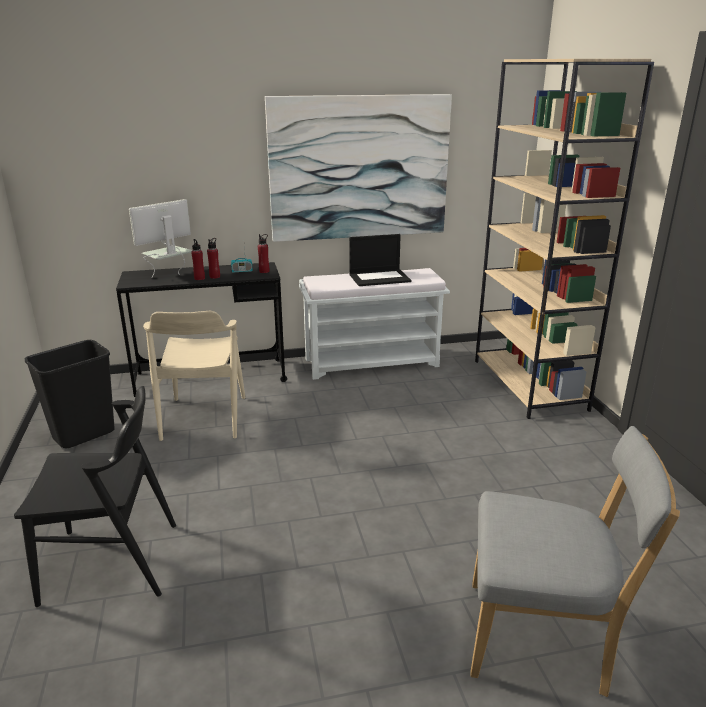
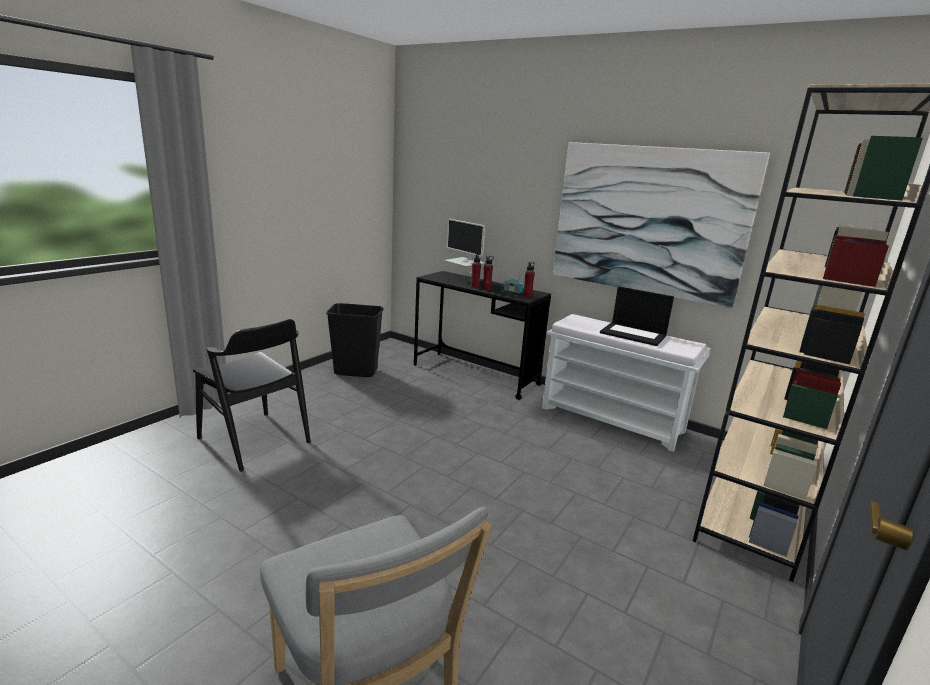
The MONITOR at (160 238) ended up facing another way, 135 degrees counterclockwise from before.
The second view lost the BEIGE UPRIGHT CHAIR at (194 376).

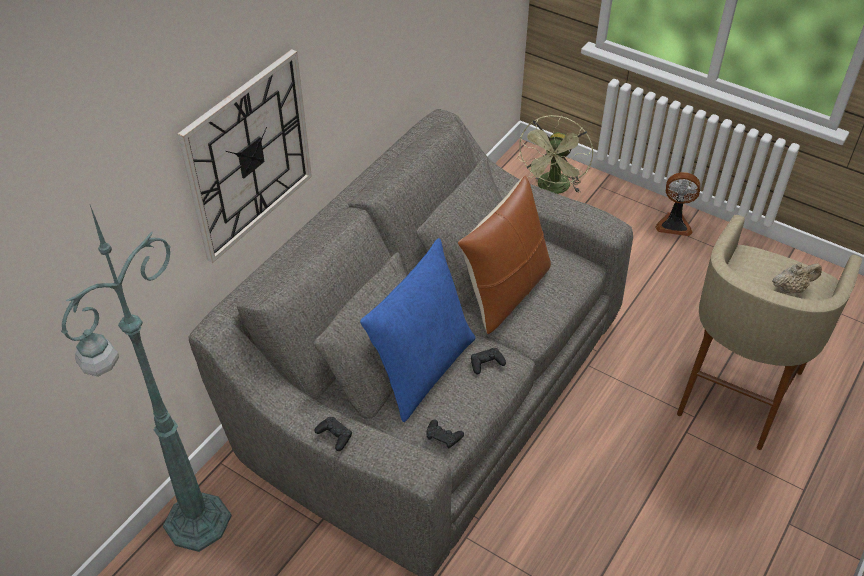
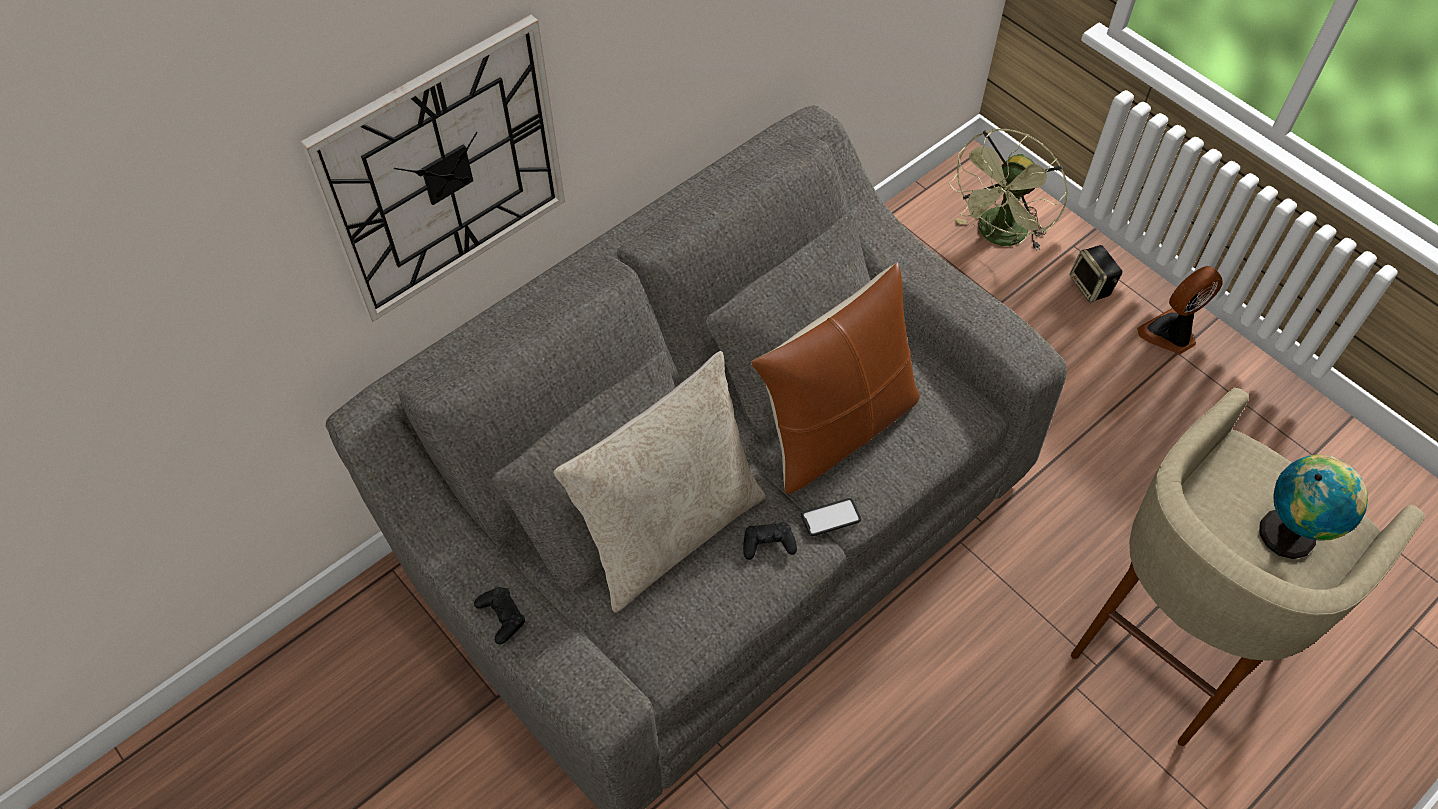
What was the BLUE-COLOURED CUSHION at (418 330) turned into the BEIGE CUSHION at (660 482).
The second view gained the HANDSET at (831 517).
The second view gained the SPEAKER at (1096 274).
The COOLING FAN at (677 204) ended up facing another way, 120 degrees clockwise from before.
Where the BEIGE TEA POT stood at (797 278), the WORLD GLOBE came to stand at (1313 507).
The second view lost the GREEN-COLOURED FLOOR LAMP at (146 378).
The second view lost the BLACK-COLOURED GAMEPAD at (445 433).

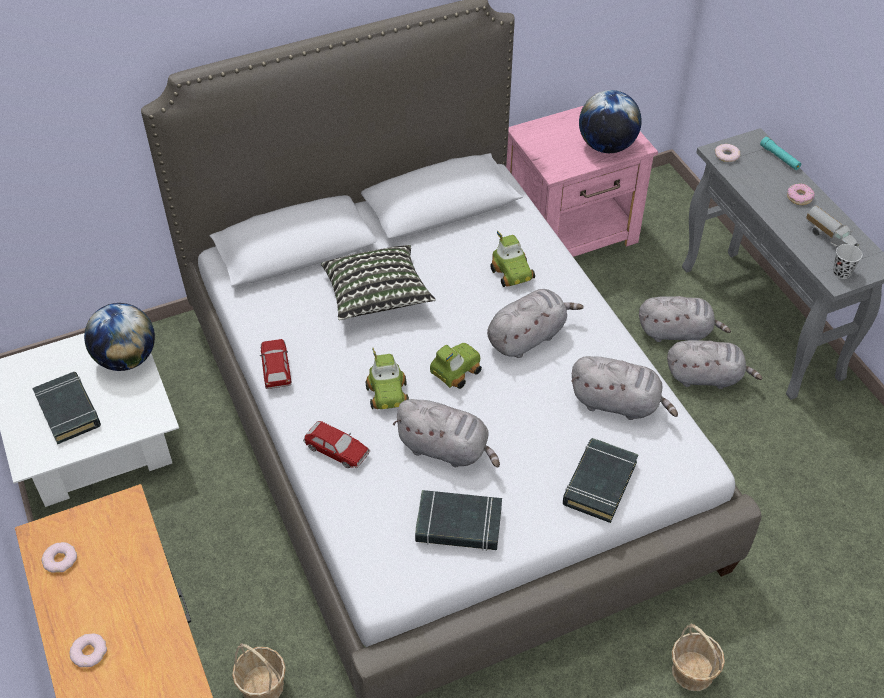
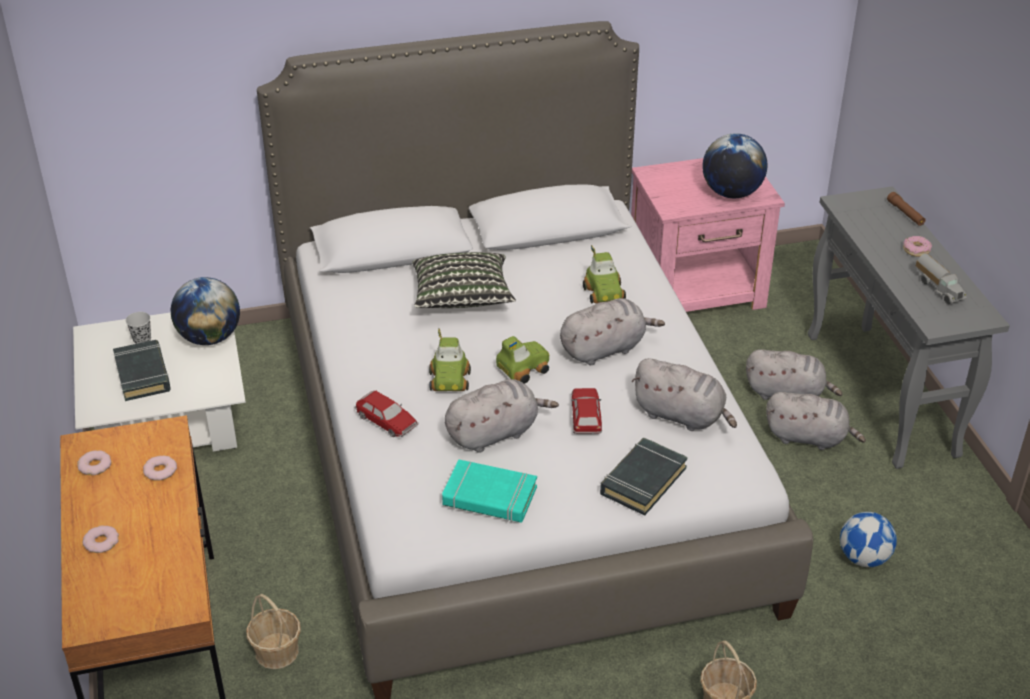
The BLACK-COLOURED SMALL CUP ended up elsewhere, having gone from (847 261) to (138 328).
The RING DOUGHNUT ended up elsewhere, having gone from (727 153) to (160 468).
What was the BLACK-COLOURED BOUND BOOK at (458 520) turned into the TURQUOISE BOUND BOOK at (489 491).
The GRAY CUDDLY TOY at (446 433) ended up facing another way, 60 degrees counterclockwise from before.
The MODEL CAR ended up elsewhere, having gone from (276 364) to (586 411).
The second view gained the FOOTBALL at (868 539).
What was the TURQUOISE TORCH at (780 153) turned into the BROWN TORCH at (906 209).

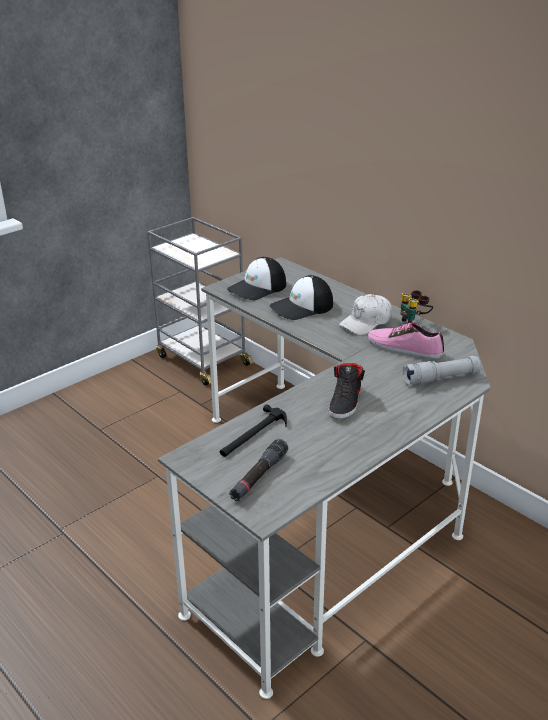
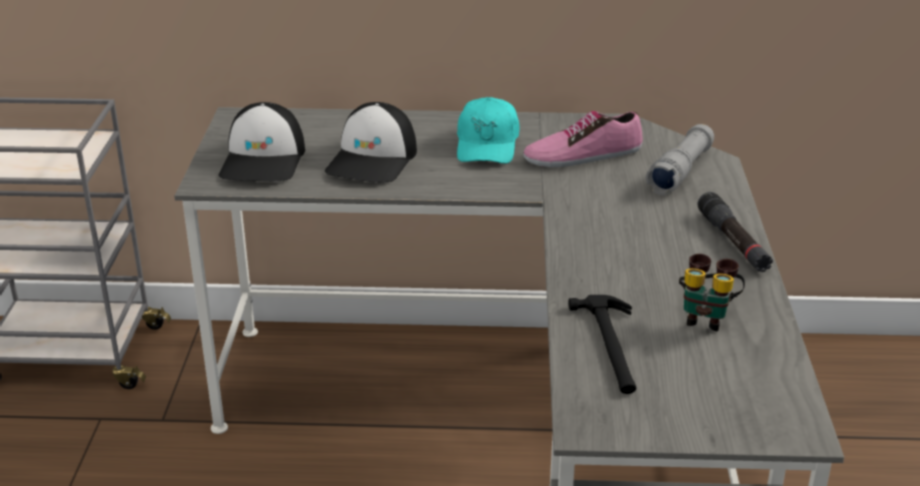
What was the WHITISH CAP at (365 314) turned into the TURQUOISE CAP at (488 130).
The FIELD GLASSES ended up elsewhere, having gone from (416 306) to (712 292).
The BLACK-COLOURED TORCH ended up elsewhere, having gone from (258 470) to (735 232).
The second view lost the BLACK-COLOURED SHOE at (347 391).

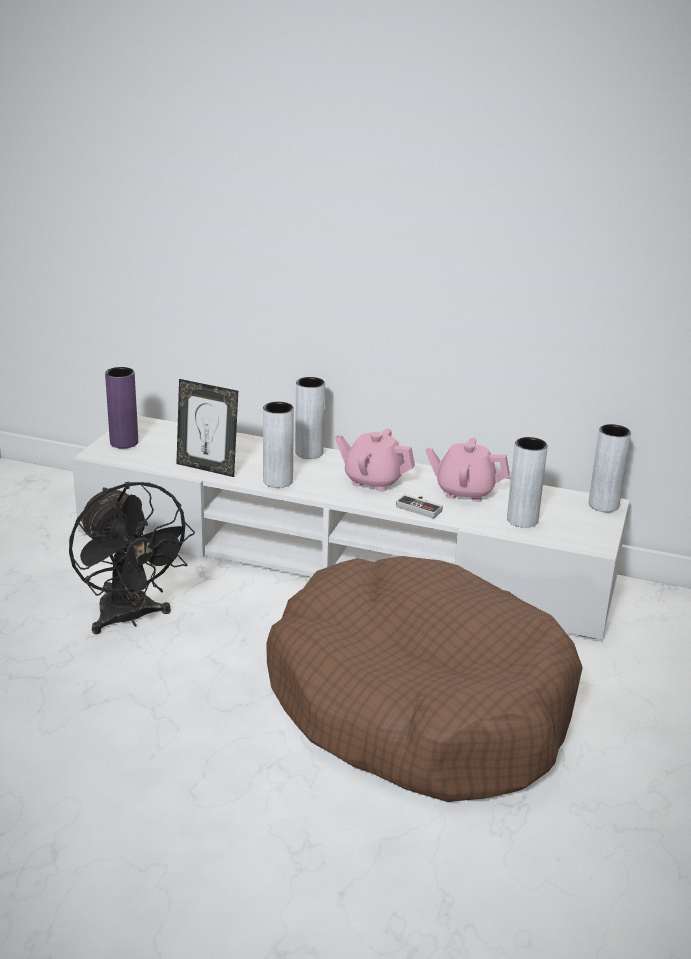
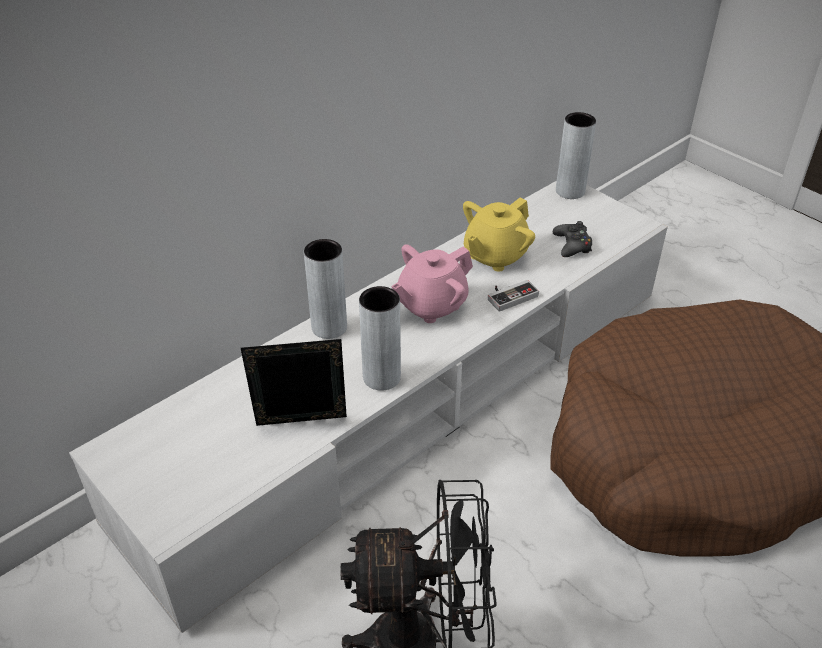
The PICTURE FRAME at (207 428) ended up facing another way, 150 degrees counterclockwise from before.
What was the PINKISH TEA POT at (467 470) turned into the YELLOW-COLOURED TEA POT at (499 234).
Where the GRAY FLOWER VASE stood at (527 482), the BLACK-COLOURED GAMEPAD came to stand at (572 239).
The second view lost the PURPLE FLOWER VASE at (121 408).

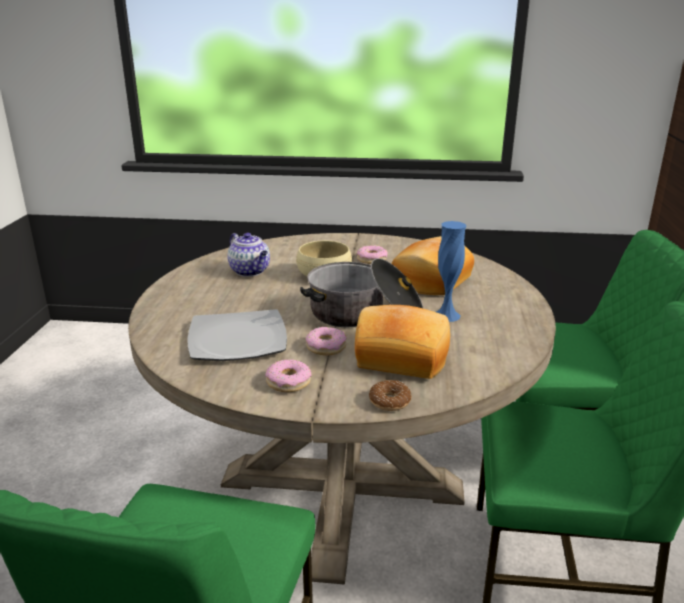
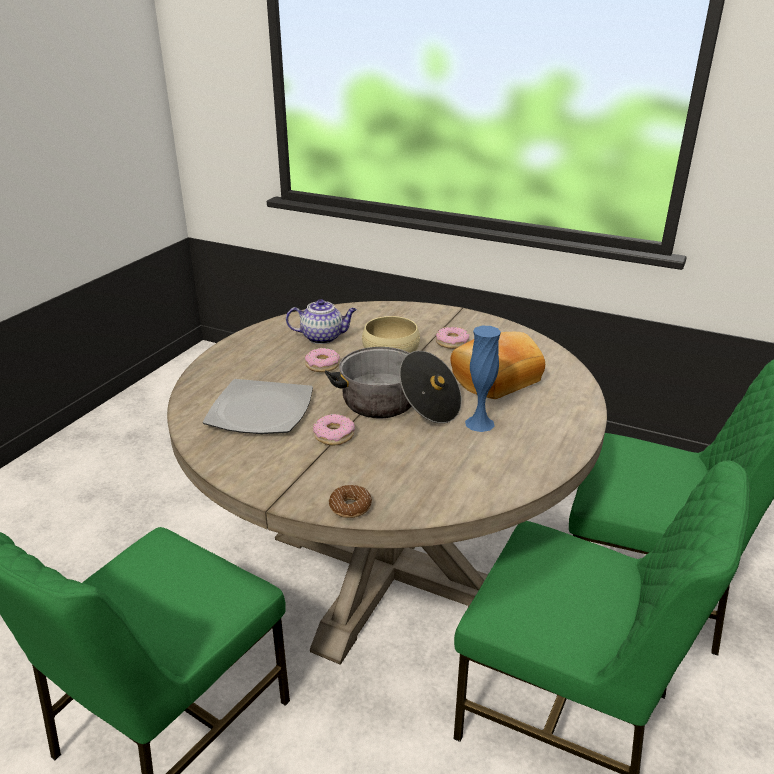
The TEA POT at (248 254) ended up facing another way, 75 degrees counterclockwise from before.
The RING DOUGHNUT ended up elsewhere, having gone from (288 375) to (322 360).
The second view lost the BAKED BREAD at (402 342).

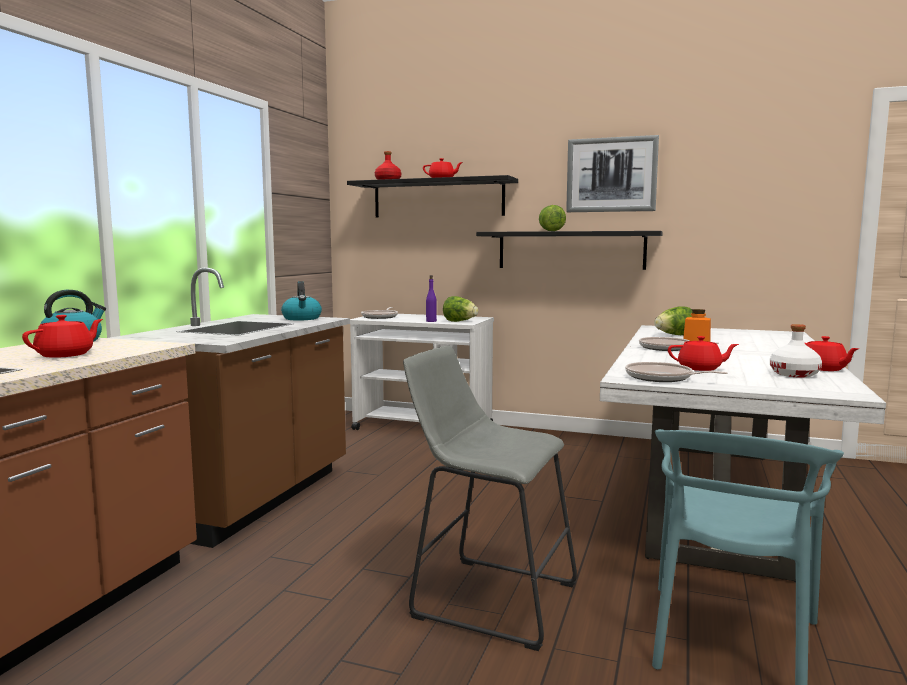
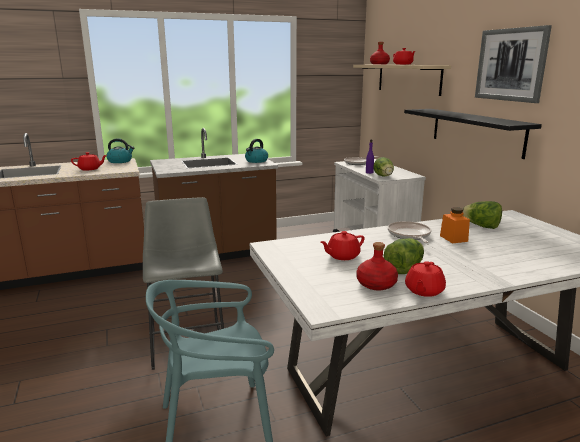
The REDDISH TEA POT at (703 353) ended up facing another way, 90 degrees clockwise from before.
What was the BLACK-COLOURED BRACKET SHELF at (432 196) turned into the BEIGE BRACKET SHELF at (402 80).
What was the WHITISH BOTTLE at (796 351) turned into the REDDISH BOTTLE at (377 266).
The HEAD OF LETTUCE ended up elsewhere, having gone from (552 218) to (403 256).
The second view lost the FRYING PAN at (676 372).

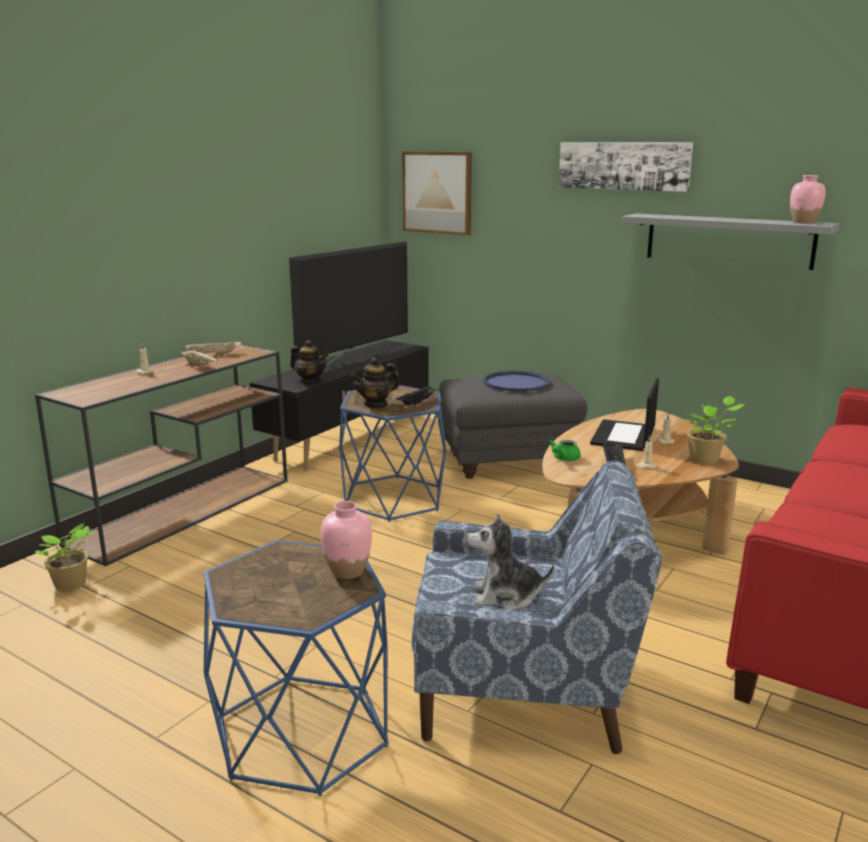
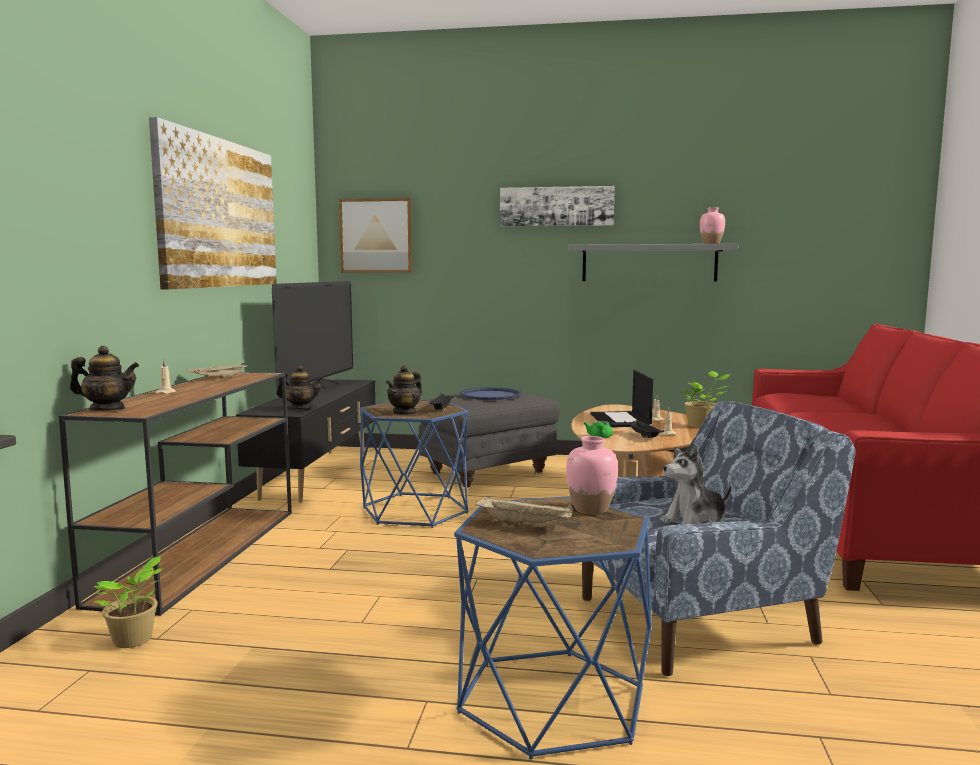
The second view gained the TEA POT at (104 378).
The second view gained the PICTURE at (213 203).
The BEIGE CARRYING TRAY ended up elsewhere, having gone from (199 358) to (524 511).

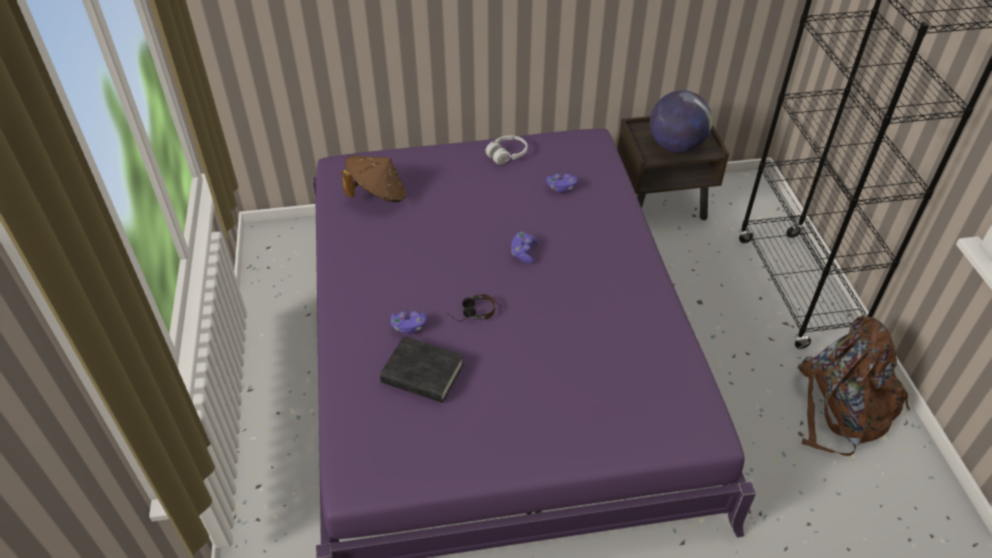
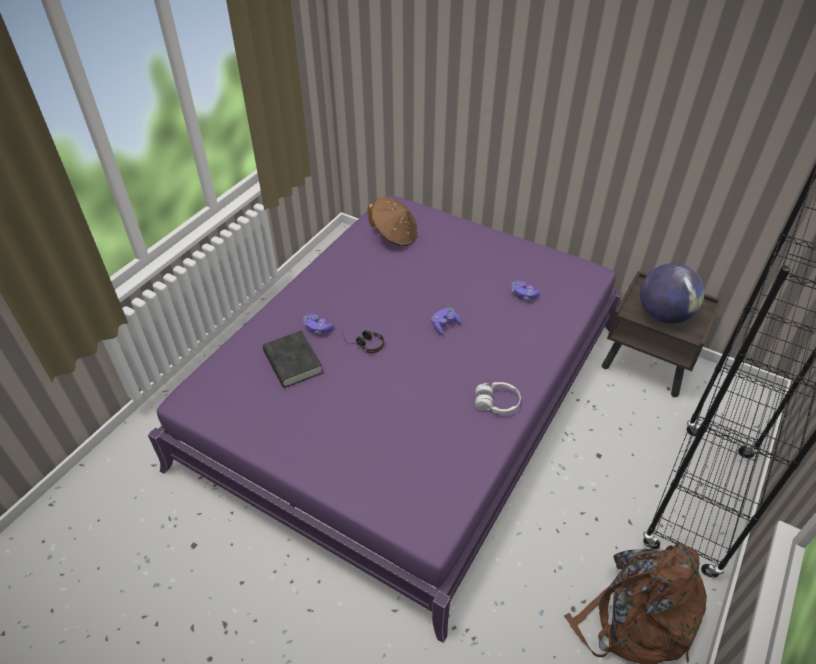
The WHITISH HEADPHONES ended up elsewhere, having gone from (506 150) to (498 398).

